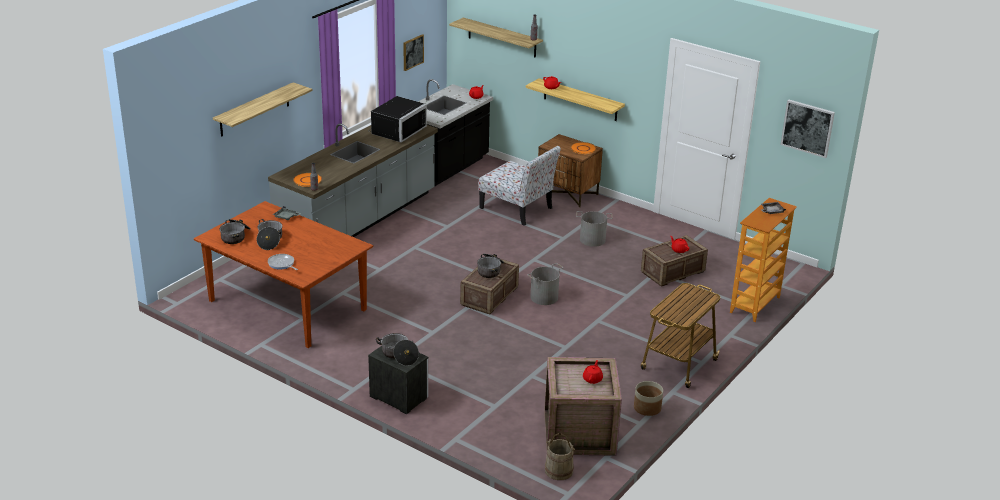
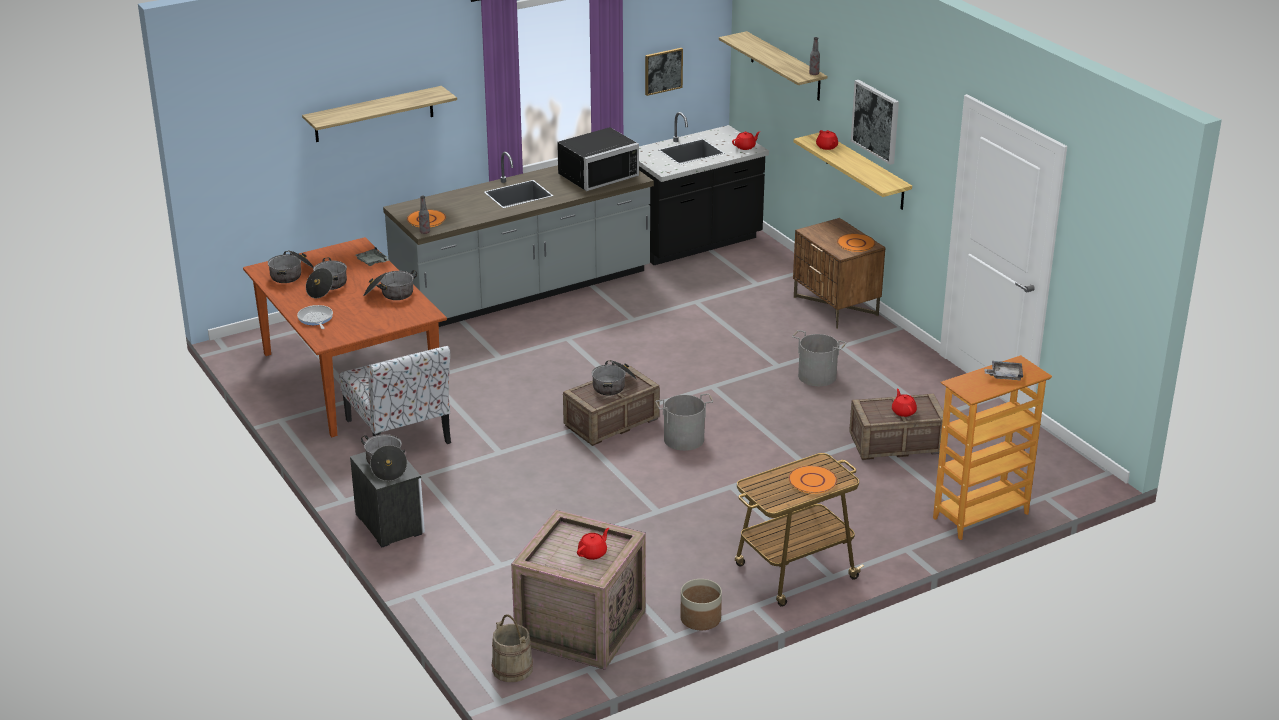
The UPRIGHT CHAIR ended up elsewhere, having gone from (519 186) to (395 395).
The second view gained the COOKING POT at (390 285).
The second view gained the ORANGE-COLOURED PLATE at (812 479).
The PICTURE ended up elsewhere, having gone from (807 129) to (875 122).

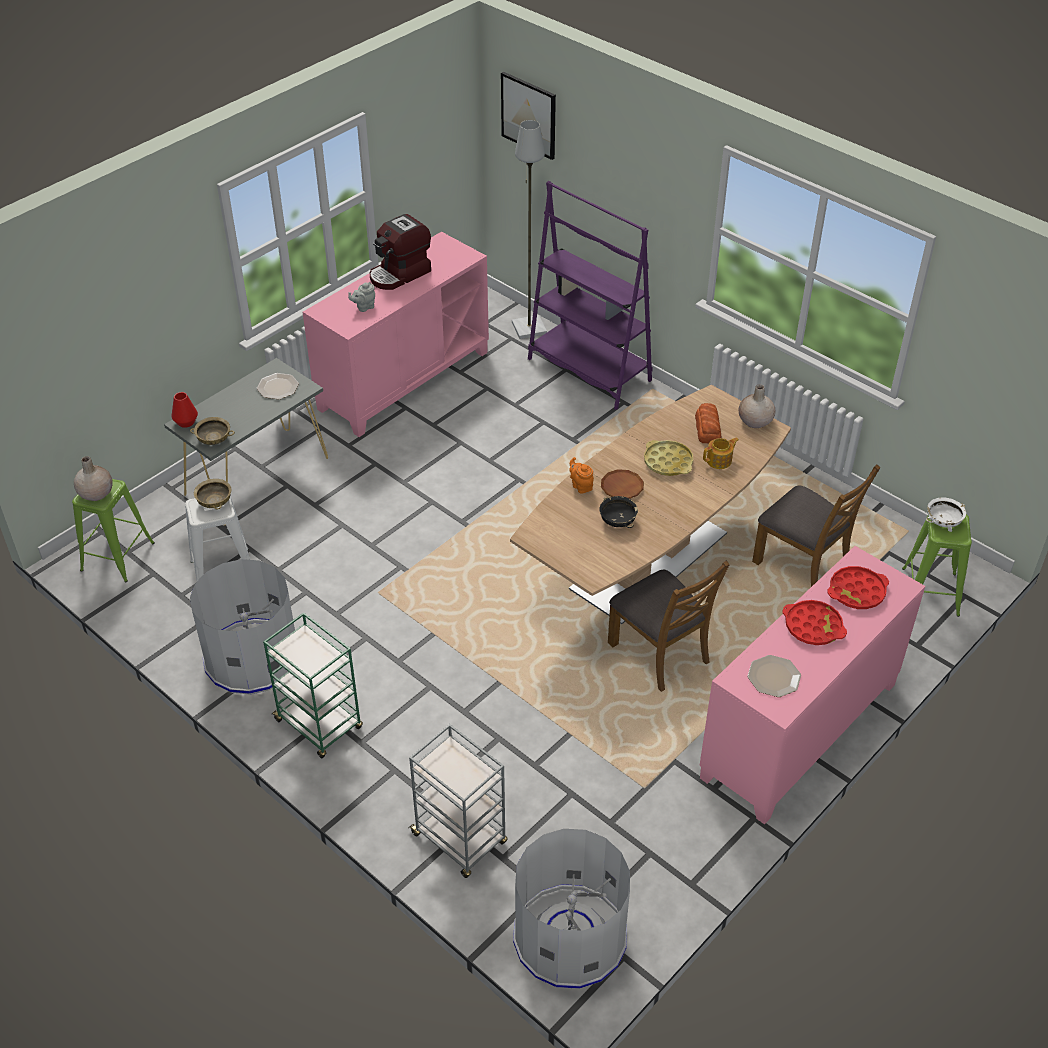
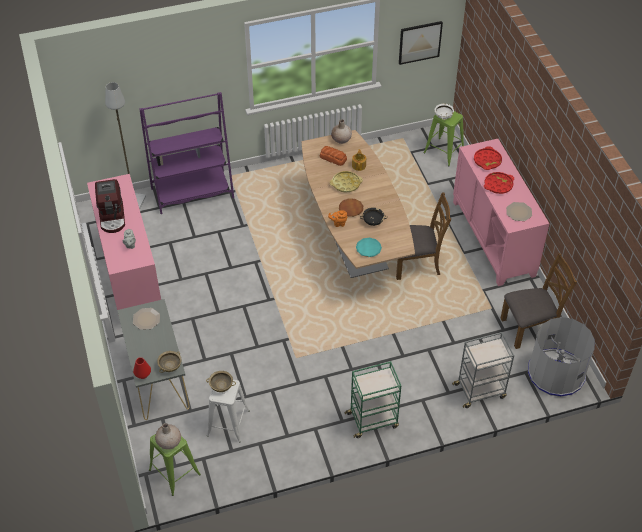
The second view gained the TURQUOISE PLATE at (369 247).
The PICTURE ended up elsewhere, having gone from (528 116) to (421 43).
The BROWN UPRIGHT CHAIR ended up elsewhere, having gone from (816 525) to (539 301).
The second view lost the GRAY TRASH CAN at (242 627).

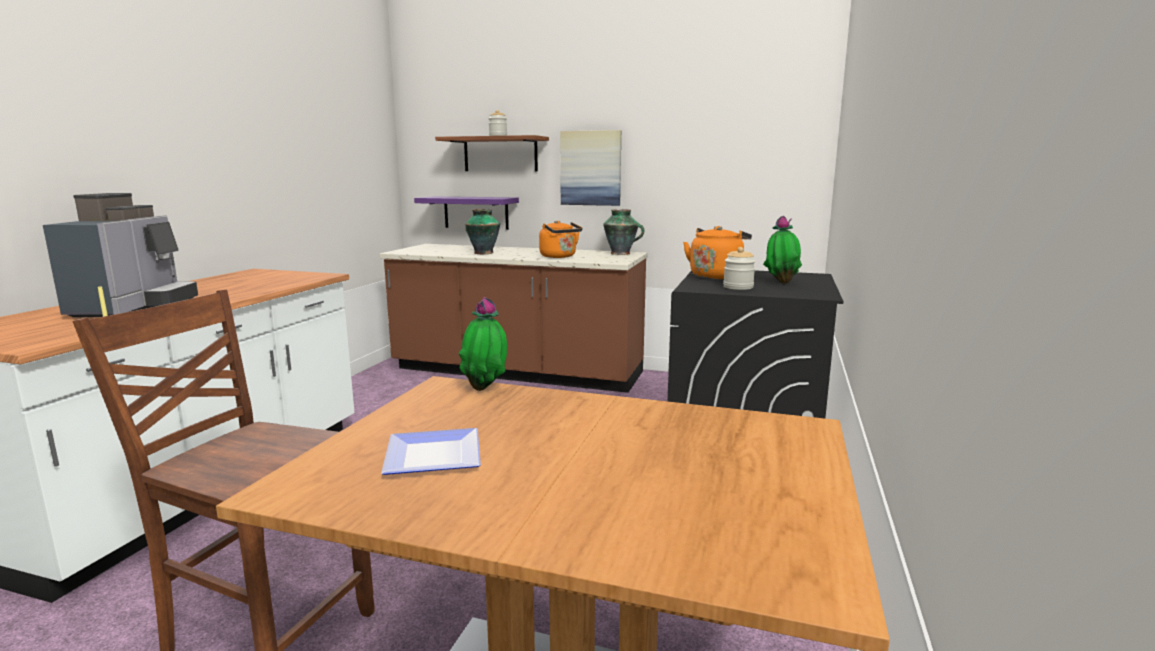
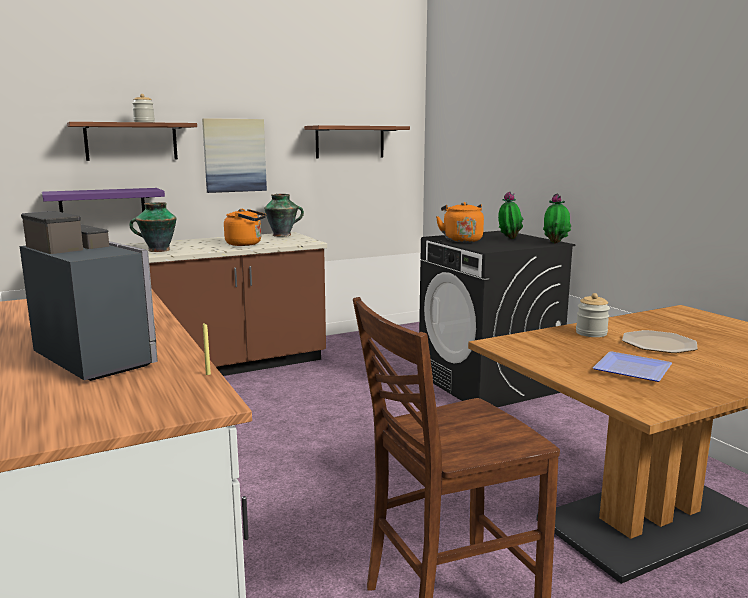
The second view gained the BRACKET SHELF at (357 142).
The POTTED PLANT ended up elsewhere, having gone from (482 344) to (557 218).
The PRESERVE JAR ended up elsewhere, having gone from (739 268) to (593 315).
The second view gained the PLATE at (660 341).

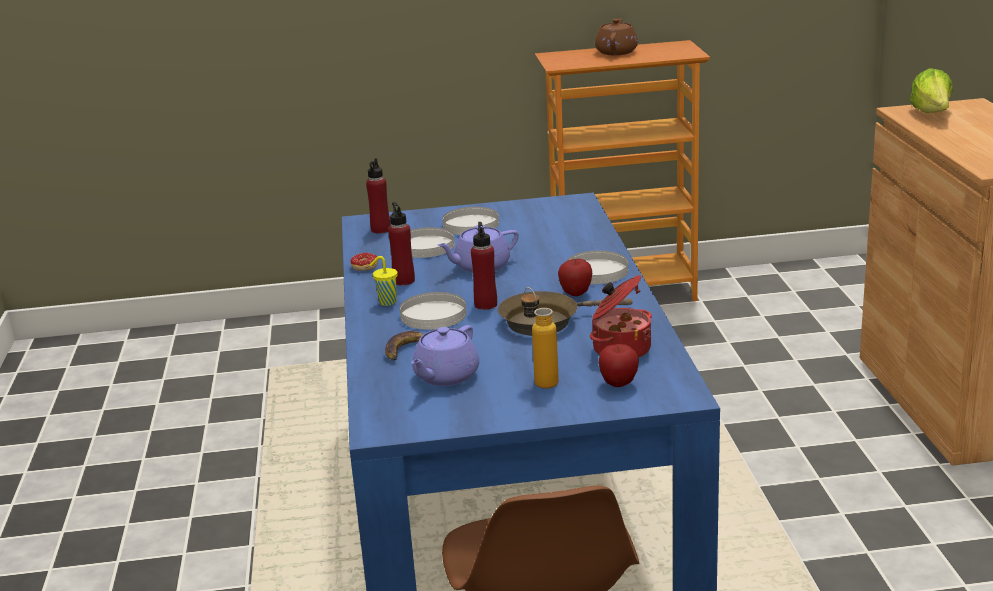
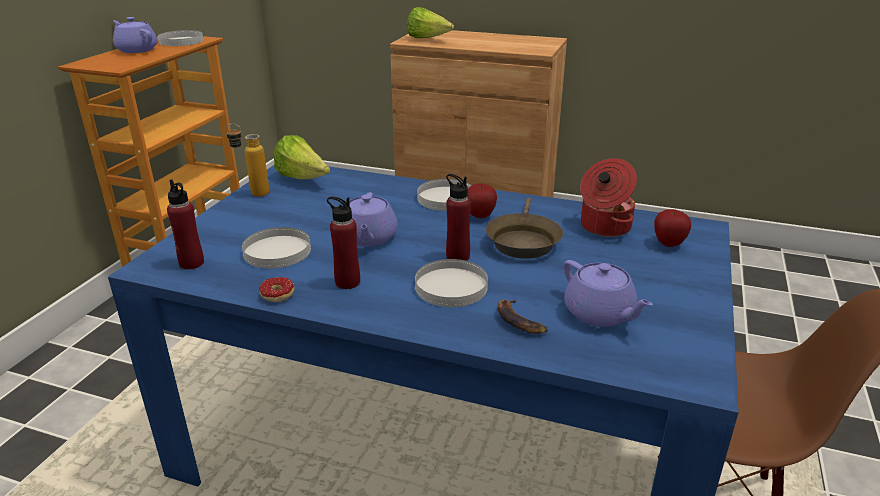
What was the BROWN TEA POT at (616 36) turned into the PURPLE TEA POT at (135 35).
The WHITISH PLATE ended up elsewhere, having gone from (470 221) to (181 38).
The BOTTLE ended up elsewhere, having gone from (540 338) to (247 160).
The second view gained the HEAD OF LETTUCE at (301 157).
The second view lost the YELLOW-COLOURED SMALL CUP at (384 281).

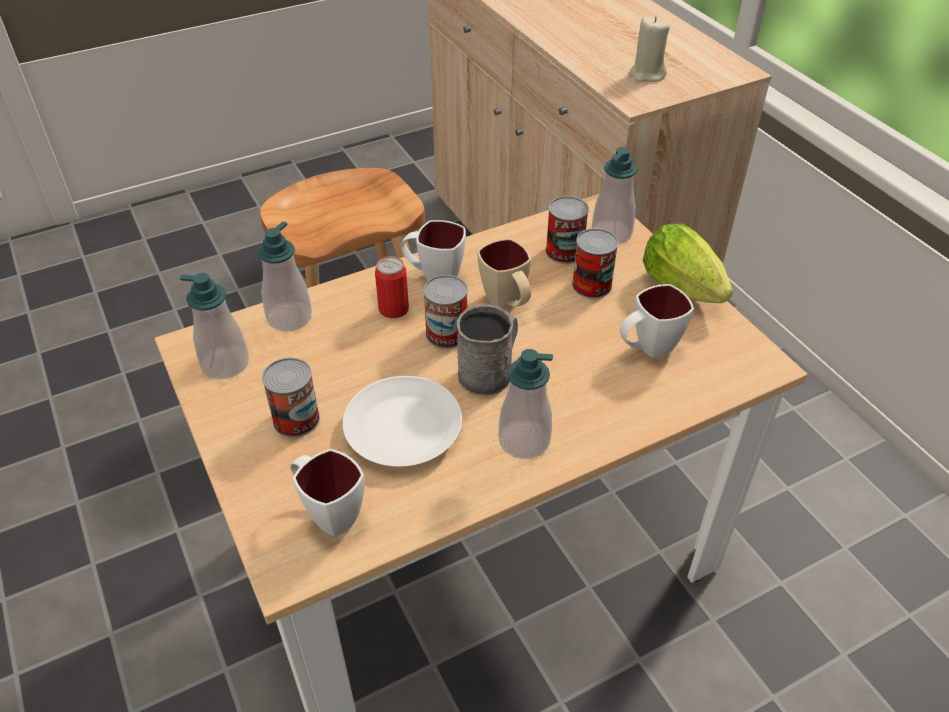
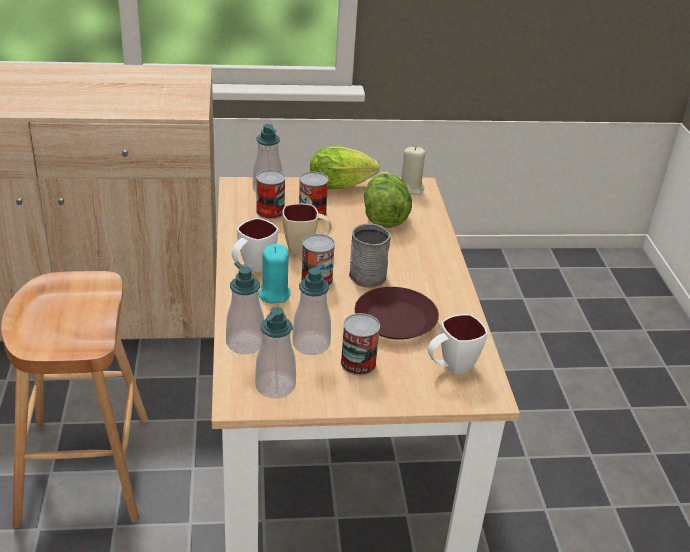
Where the METAL CAN stood at (392 287), the TURQUOISE WAX LIGHT came to stand at (274 274).
The SOAP DISPENSER ended up elsewhere, having gone from (525 404) to (311 309).
What was the WHITISH PLATE at (402 421) turned into the BROWN PLATE at (397 313).
Where the WHITISH COFFEE MUG stood at (657 321), the HEAD OF LETTUCE came to stand at (388 200).
The BEIGE WAX LIGHT ended up elsewhere, having gone from (649 49) to (413 170).

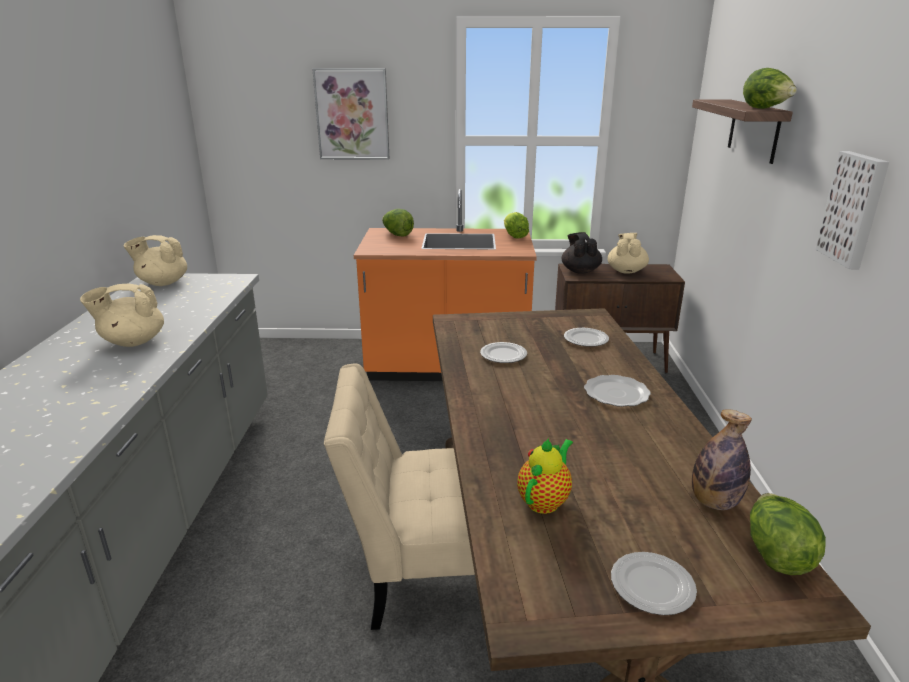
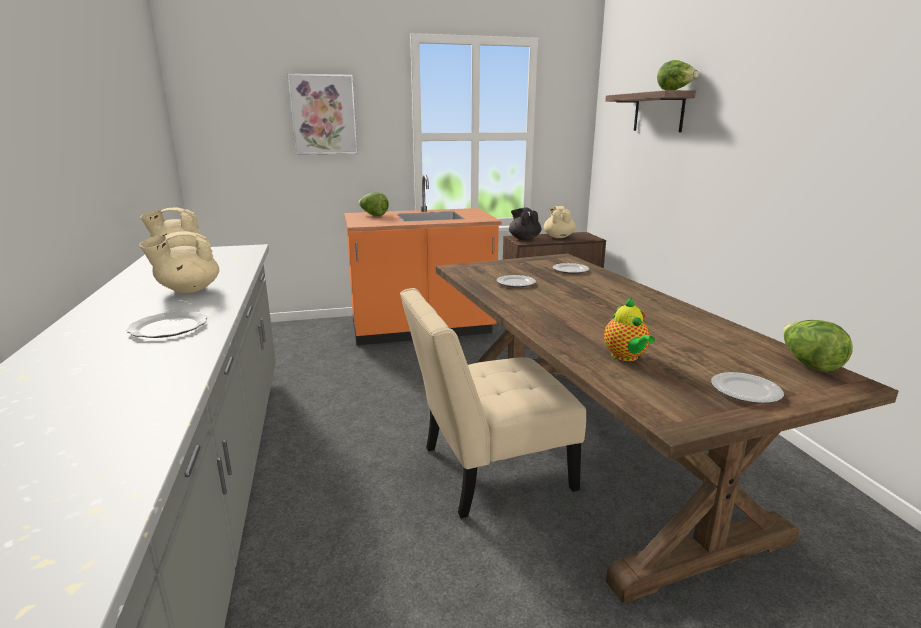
The PLATE ended up elsewhere, having gone from (617 391) to (167 324).
The TEA POT at (545 476) ended up facing another way, 150 degrees clockwise from before.
The second view lost the HEAD OF LETTUCE at (516 225).
The second view lost the BOTTLE at (722 459).
The second view lost the PICTURE at (852 210).

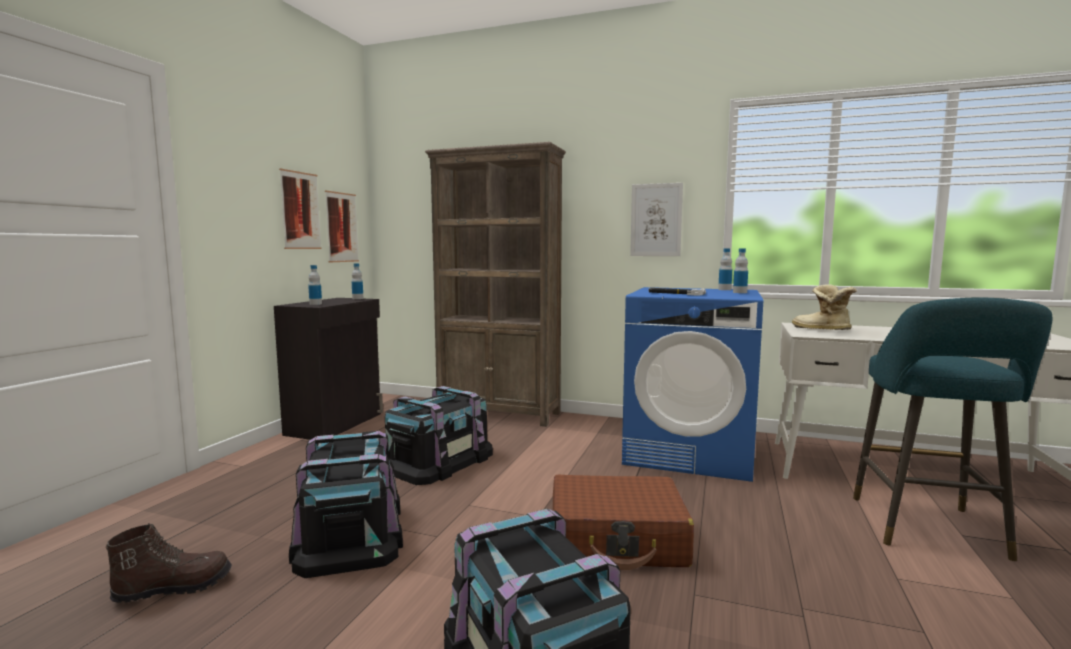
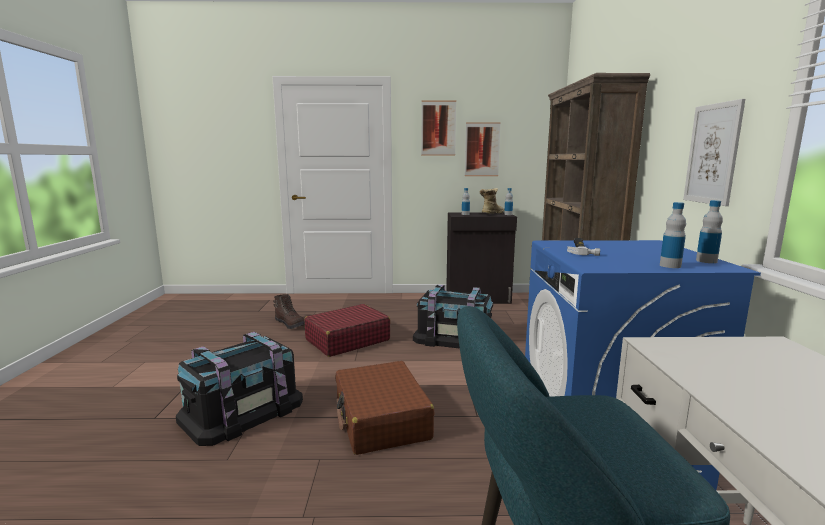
Where the BLACK-COLOURED STORAGE CONTAINER stood at (346 504), the REDDISH TRAVEL CASE came to stand at (348 330).
The PICTURE ended up elsewhere, having gone from (342 226) to (438 128).
The BOOT ended up elsewhere, having gone from (824 307) to (492 200).

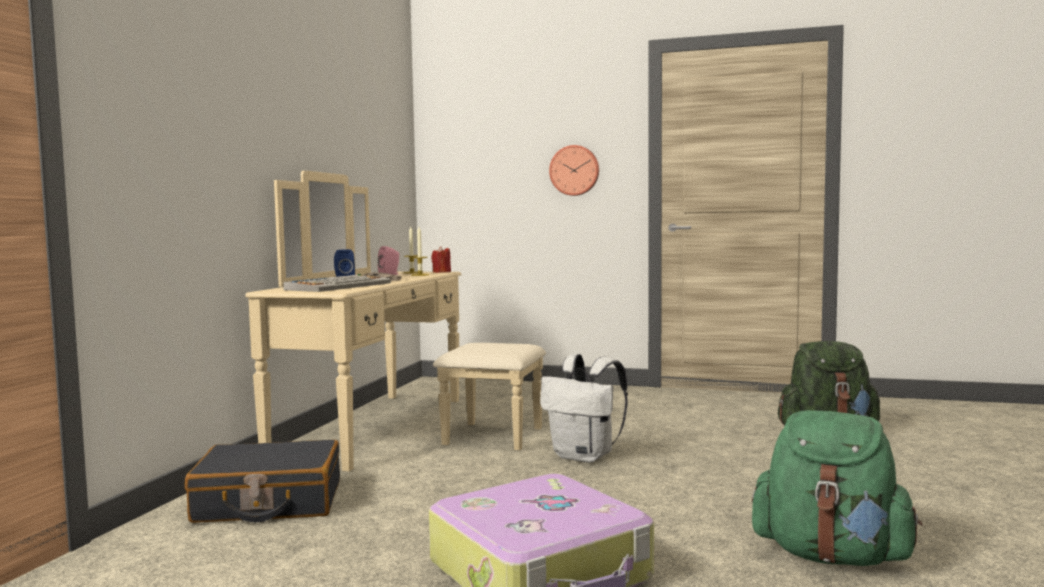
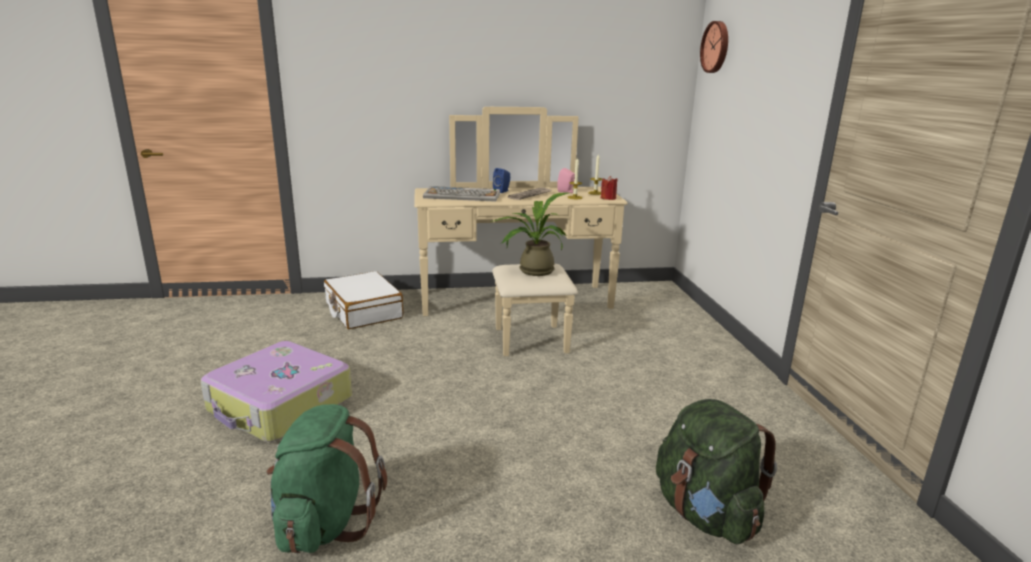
What was the BLACK-COLOURED TRAVEL CASE at (262 481) turned into the WHITISH TRAVEL CASE at (363 300).
The second view gained the POTTED PLANT at (529 234).
The CLOCK ON THE WALL ended up elsewhere, having gone from (574 170) to (714 47).
The second view lost the WHITISH BACKPACK at (584 408).

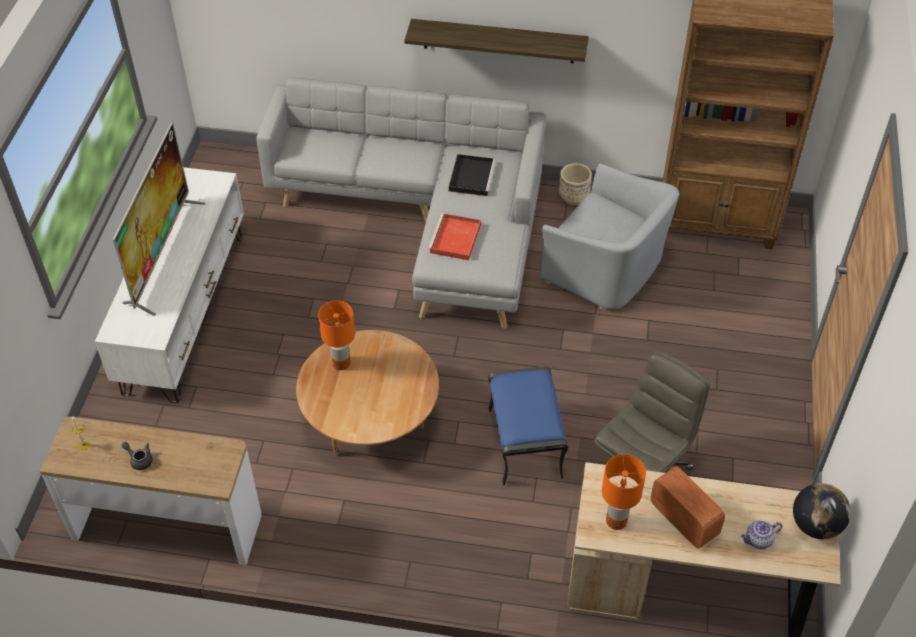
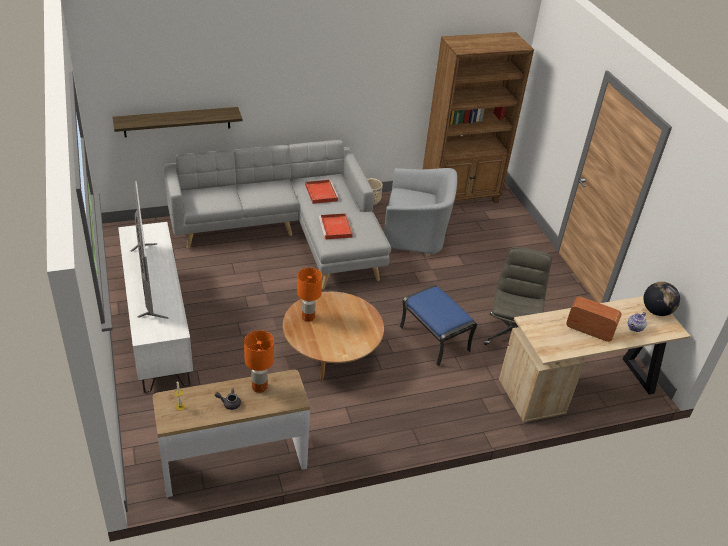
The BRACKET SHELF ended up elsewhere, having gone from (496 41) to (177 122).
The ORANGE-COLOURED LAMP FOR A TABLE ended up elsewhere, having gone from (624 492) to (259 361).
What was the BLACK-COLOURED CARRYING TRAY at (472 175) turned into the REDDISH CARRYING TRAY at (322 192).

